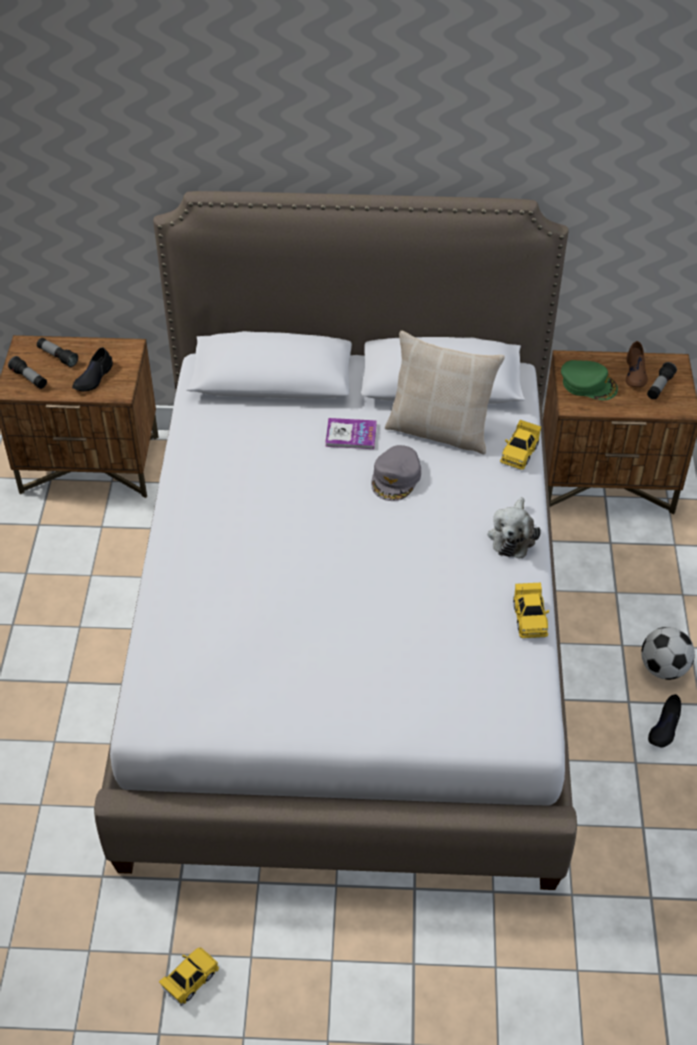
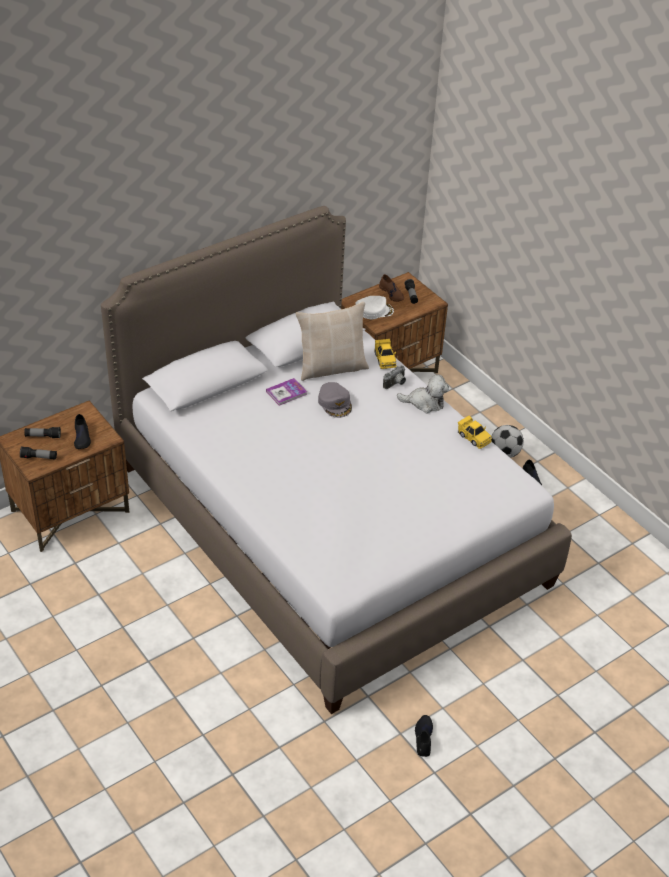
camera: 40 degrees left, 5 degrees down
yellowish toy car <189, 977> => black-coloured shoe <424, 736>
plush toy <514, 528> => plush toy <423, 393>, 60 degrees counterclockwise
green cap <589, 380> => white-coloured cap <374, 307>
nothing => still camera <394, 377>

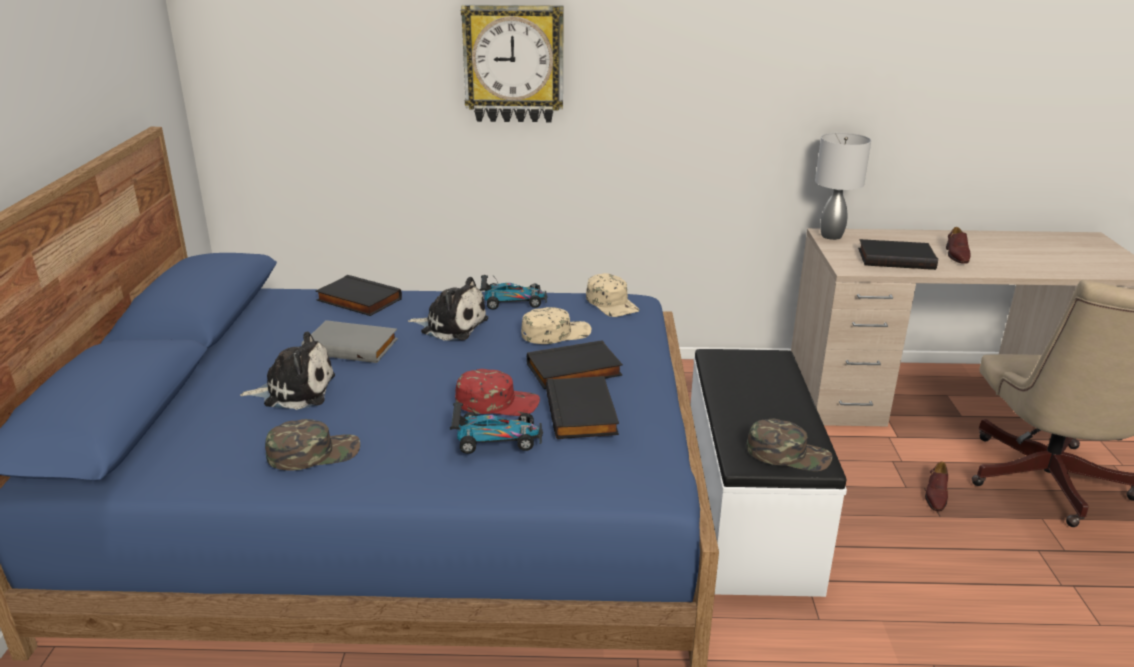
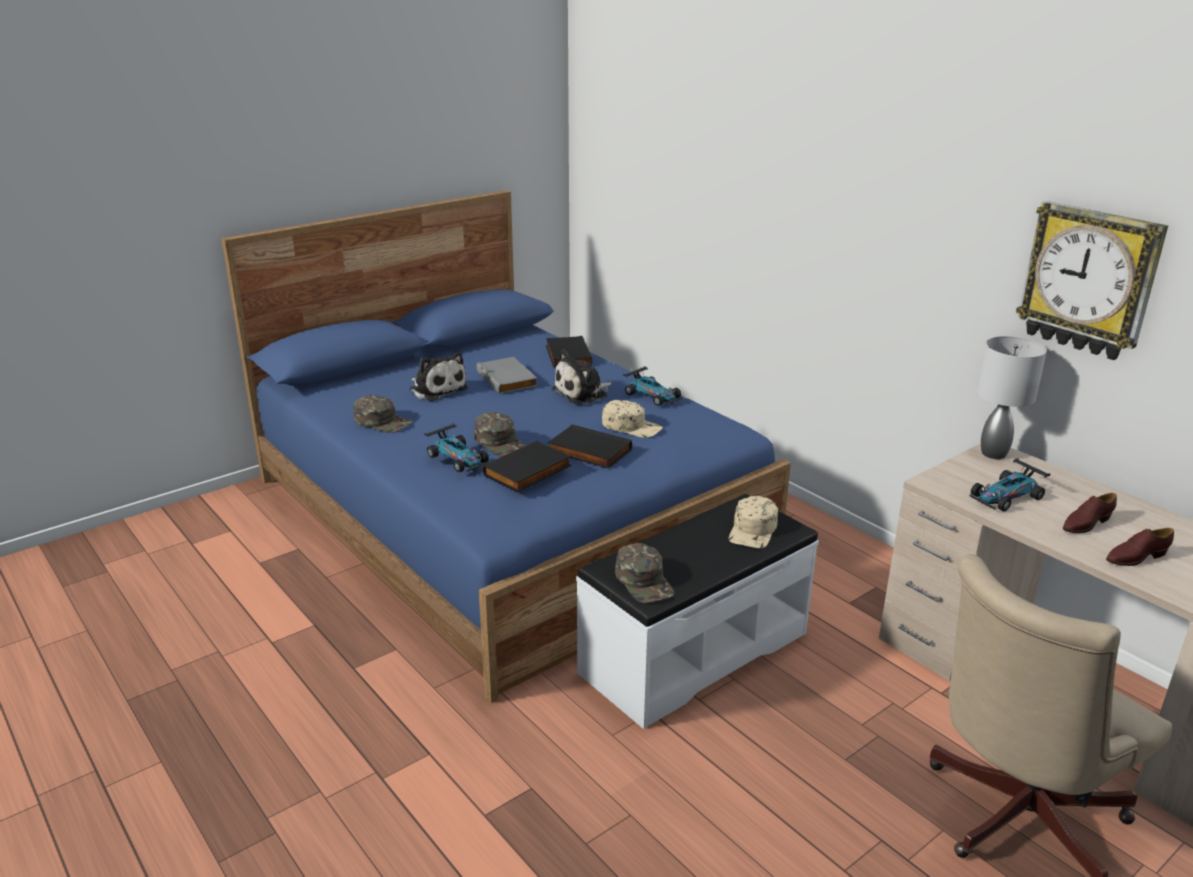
camera: 50 degrees right, 0 degrees up
plush toy <448, 309> => plush toy <581, 377>, 75 degrees clockwise
reddish cap <497, 392> => green cap <500, 434>
hanging clock <512, 63> => hanging clock <1092, 280>, moved
beige-coloured cap <612, 295> => beige-coloured cap <753, 522>, moved
black-coloured volume <898, 254> => toy car <1009, 485>
brownish shoe <936, 486> => brownish shoe <1140, 547>, moved

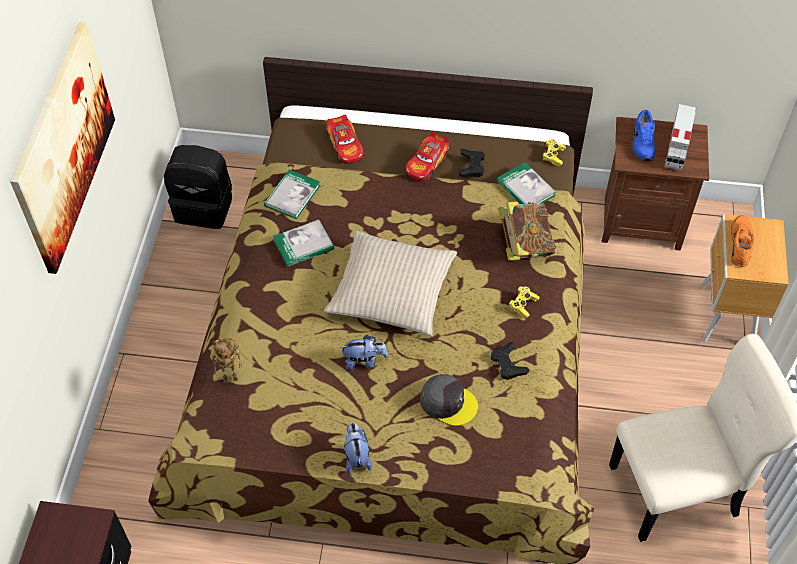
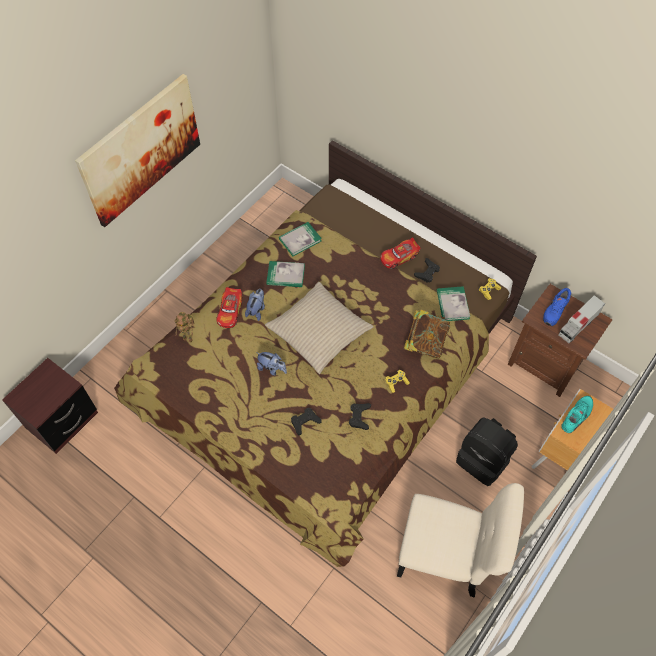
camera: 30 degrees right, 5 degrees up
black-coloured knapsack <198, 187> => black-coloured knapsack <487, 451>, moved
toy car <345, 139> => toy car <229, 307>, moved
plush toy <358, 448> => plush toy <255, 305>, moved
greyish cap <449, 400> => black-coloured game controller <306, 422>
orange shoe <742, 241> => blue-green shoe <577, 414>

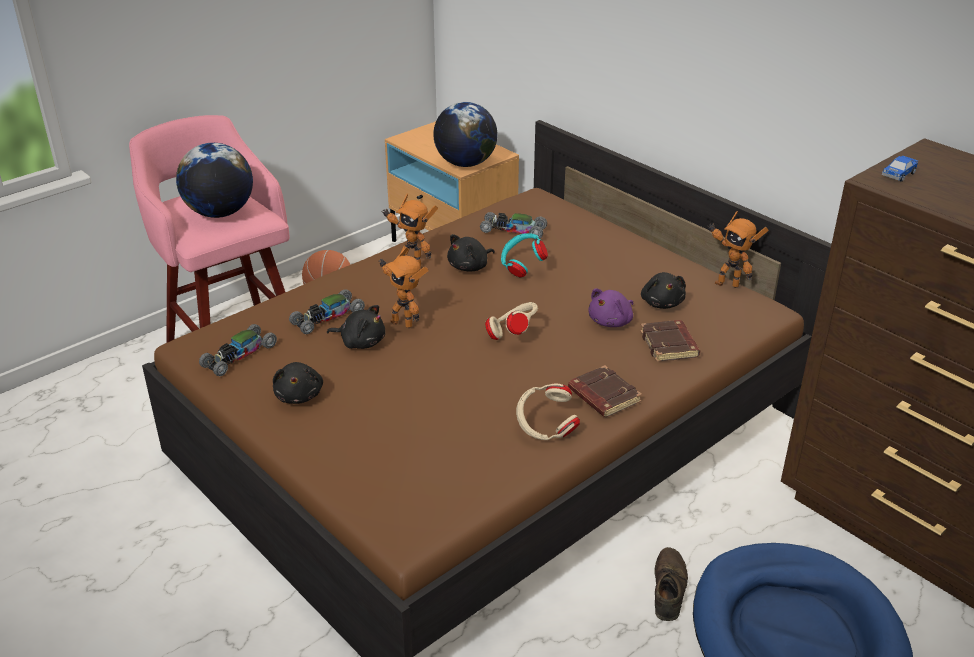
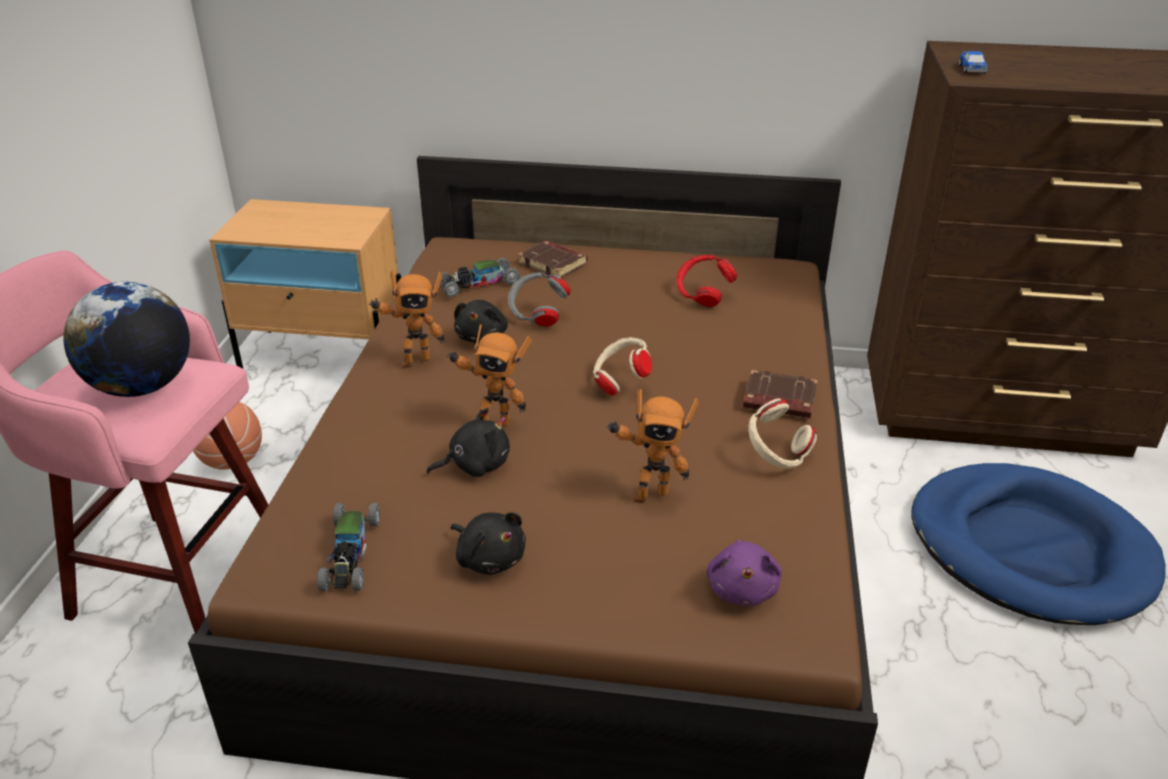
camera: 40 degrees left, 0 degrees up
toy car <327, 311> => nothing
globe <465, 134> => nothing
blue-green headphones <524, 255> => greyish headphones <539, 299>
purplish plush toy <610, 307> => purplish plush toy <744, 573>, moved
brownish volume <670, 341> => brownish volume <552, 258>, moved
black-coloured plush toy <663, 290> => reddish headphones <706, 281>
brownish shoe <671, 584> => nothing
toy robot <737, 249> => toy robot <652, 445>, moved

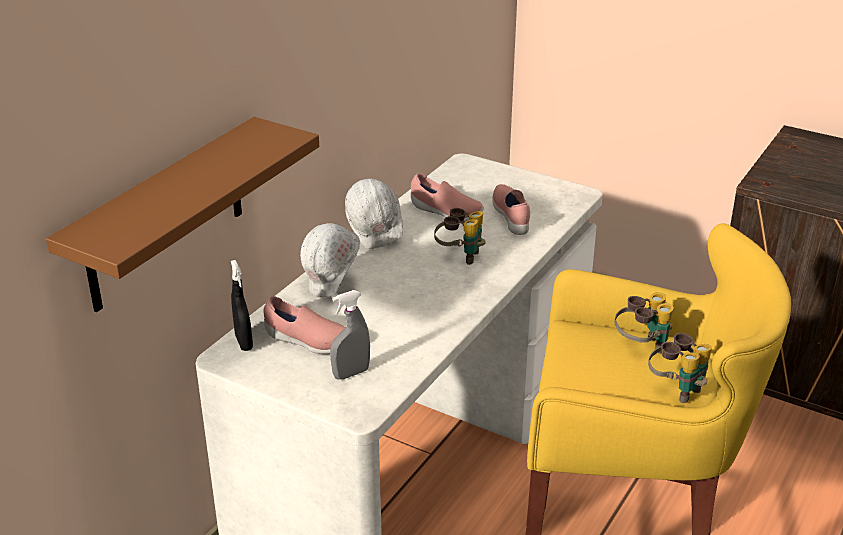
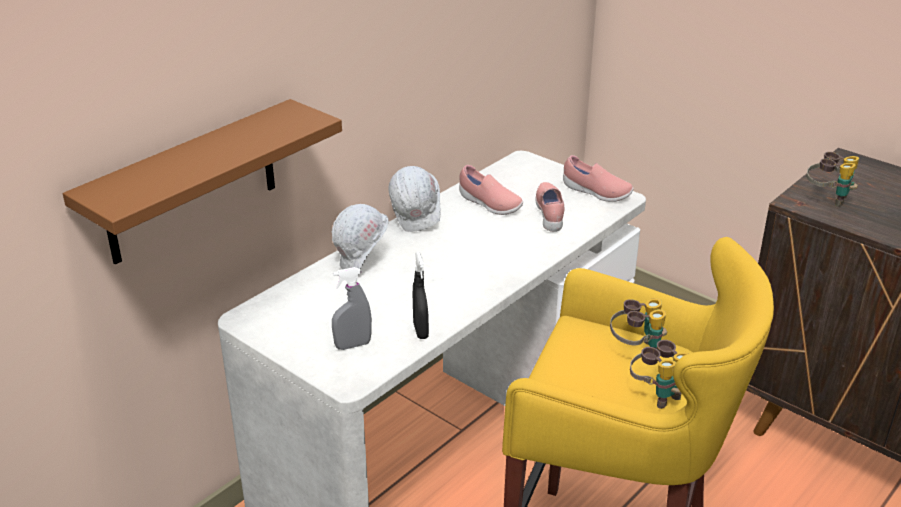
camera: 10 degrees right, 0 degrees up
black-coloured sprayer <242, 305> => black-coloured sprayer <421, 295>, moved
pink shoe <304, 325> => pink shoe <598, 178>, moved
pair of binoculars <460, 236> => pair of binoculars <832, 179>, moved

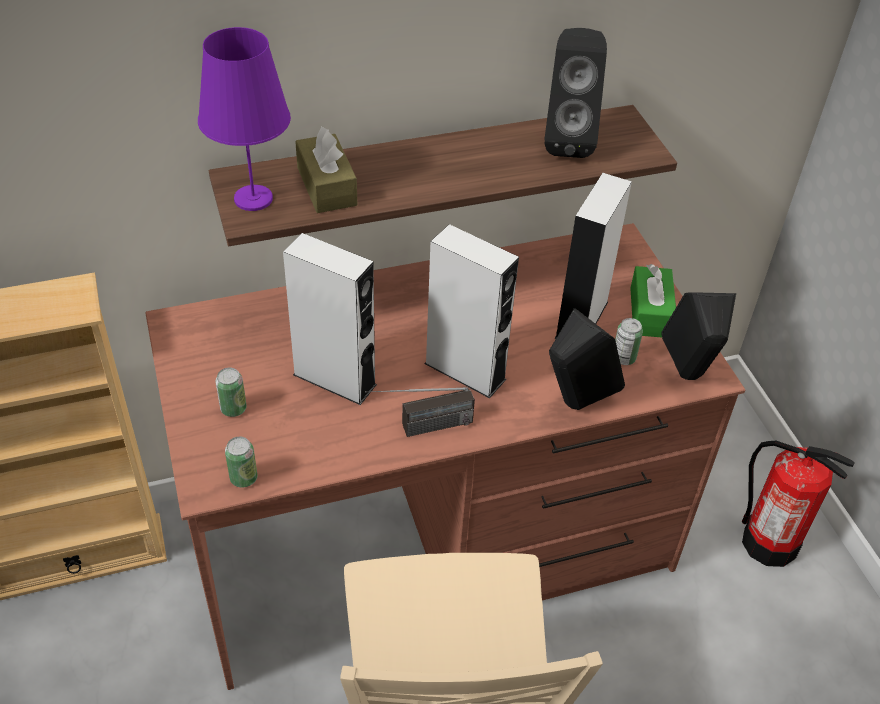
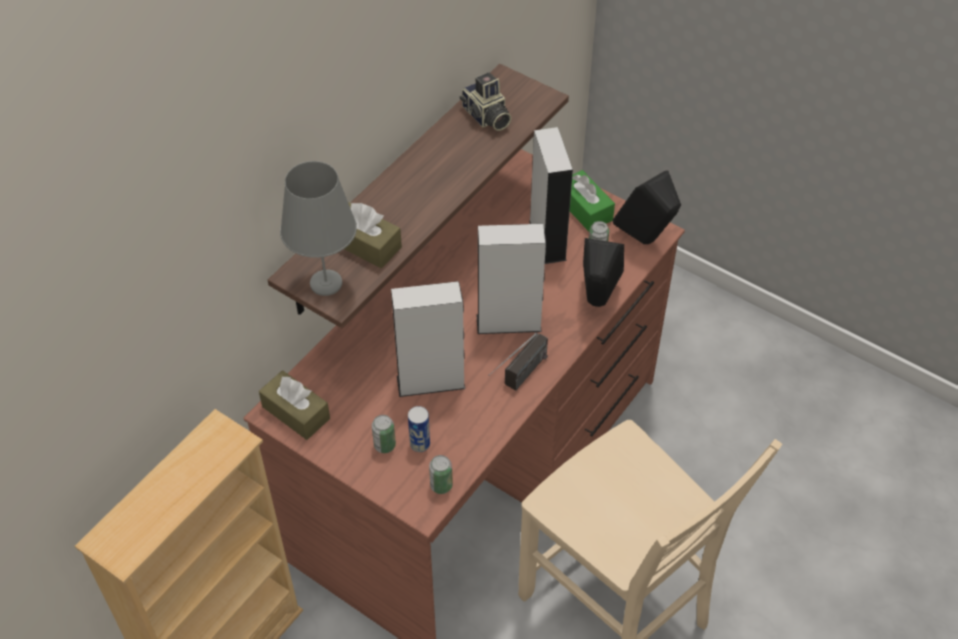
camera: 35 degrees left, 5 degrees up
purplish table lamp <244, 119> => greyish table lamp <318, 228>
black-coloured audio speaker <575, 93> => still camera <486, 101>
extinguisher <798, 504> => nothing
nothing => brownish tissue holder <294, 405>
nothing => metal can <419, 429>

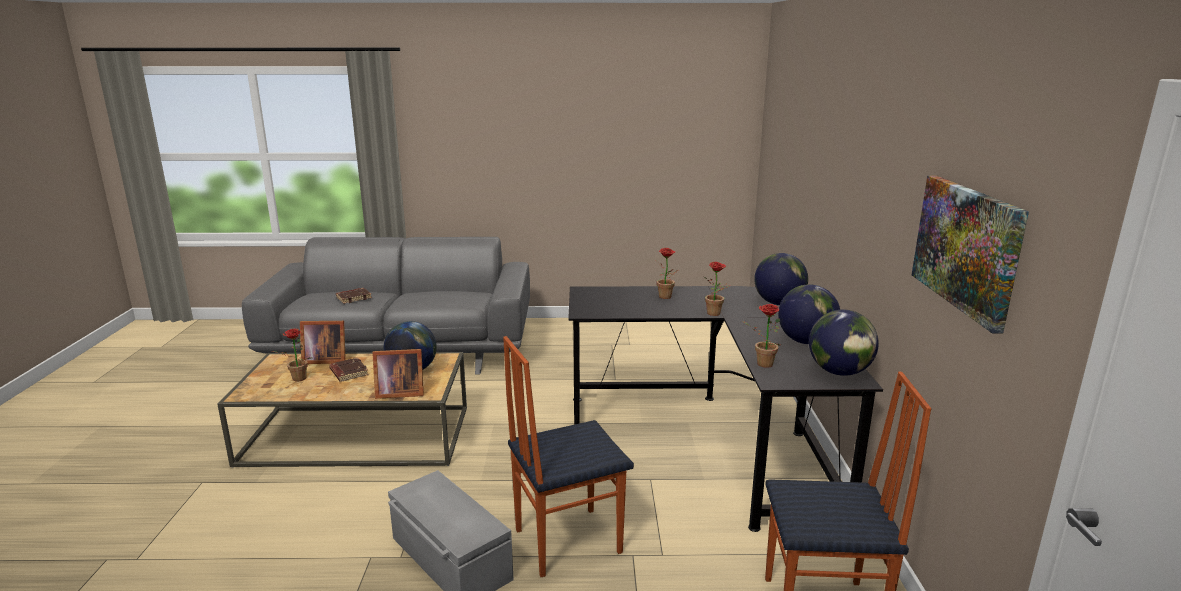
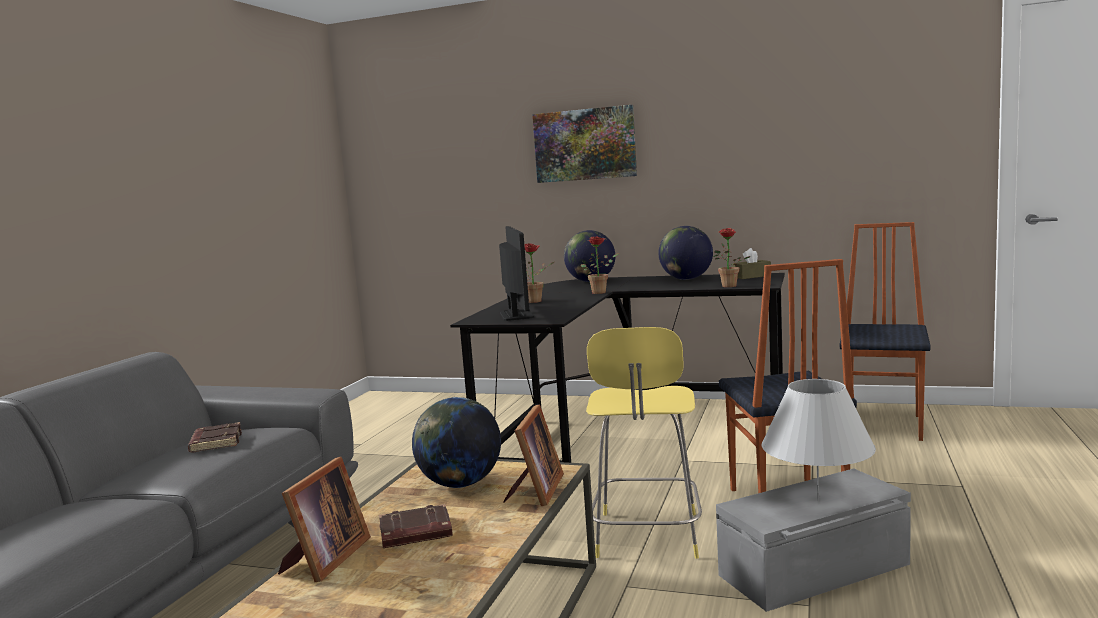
camera: 70 degrees left, 10 degrees down
houseplant <292, 355> => nothing
brownish volume <354, 296> => brownish volume <215, 437>, moved
globe <844, 343> => brownish tissue holder <752, 263>
wall picture <970, 254> => wall picture <584, 144>, moved
nothing => monitor <516, 273>
nothing => yellowish sitting stool <644, 443>
nothing => white-coloured table lamp <819, 440>

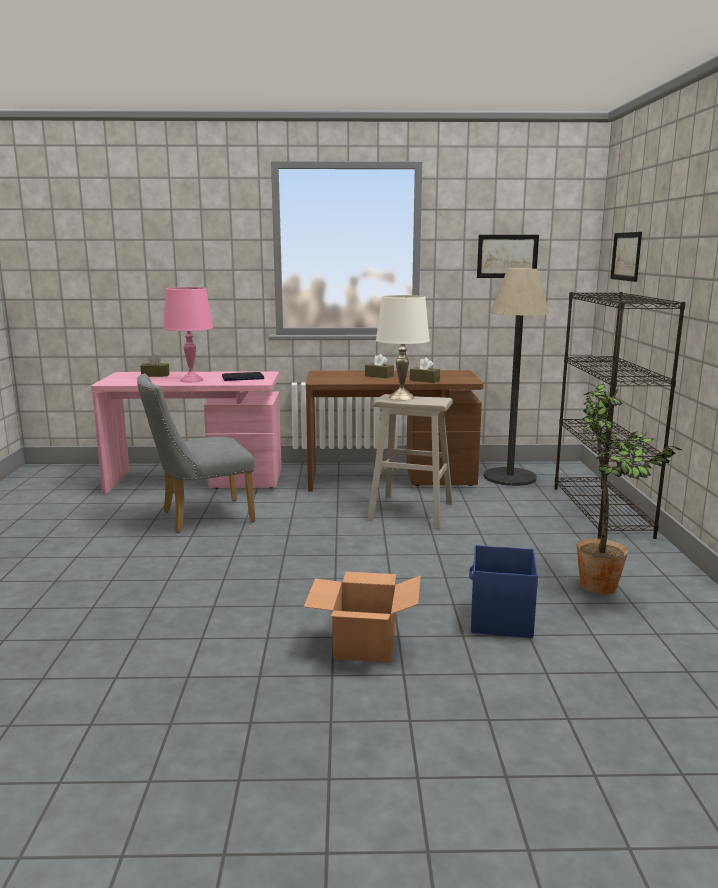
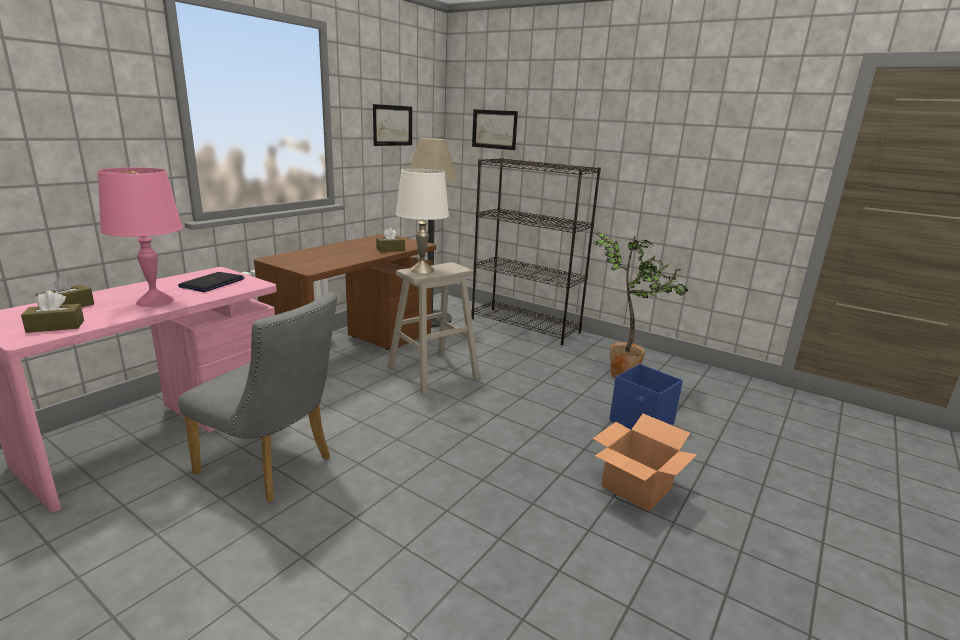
camera: 55 degrees left, 5 degrees up
greyish plain chair <196, 453> => greyish plain chair <258, 397>, 75 degrees counterclockwise
brownish tissue holder <379, 366> => brownish tissue holder <52, 312>, moved

